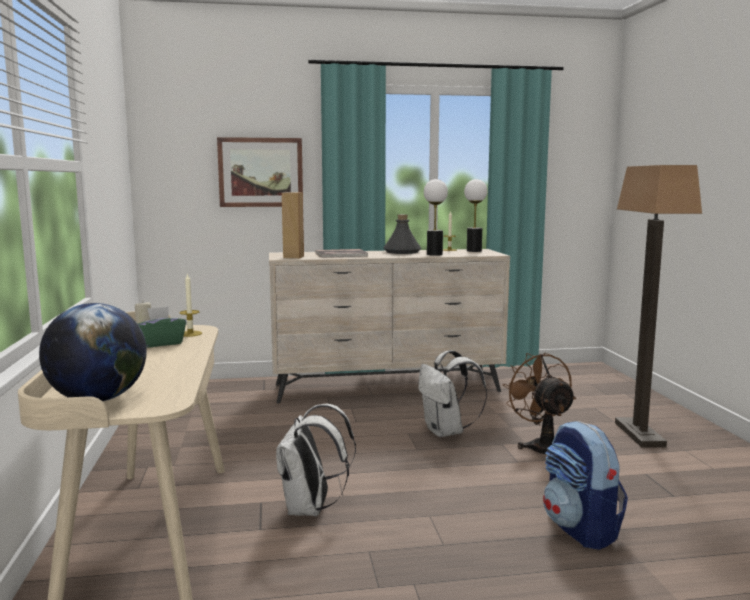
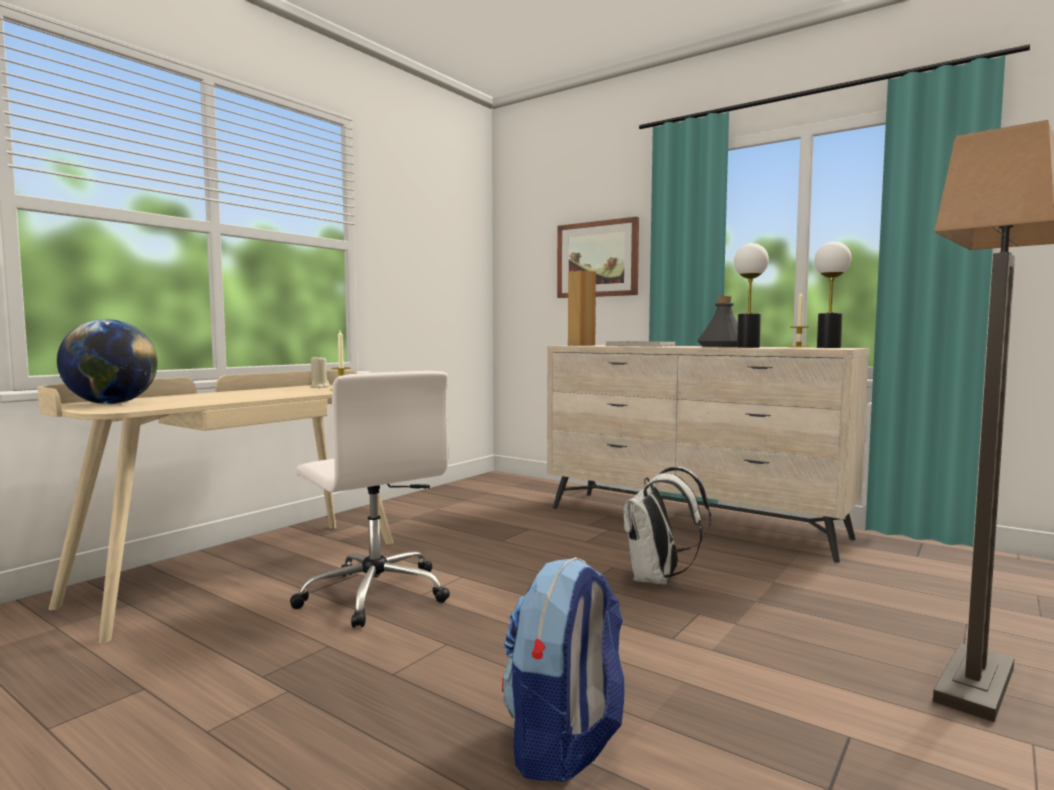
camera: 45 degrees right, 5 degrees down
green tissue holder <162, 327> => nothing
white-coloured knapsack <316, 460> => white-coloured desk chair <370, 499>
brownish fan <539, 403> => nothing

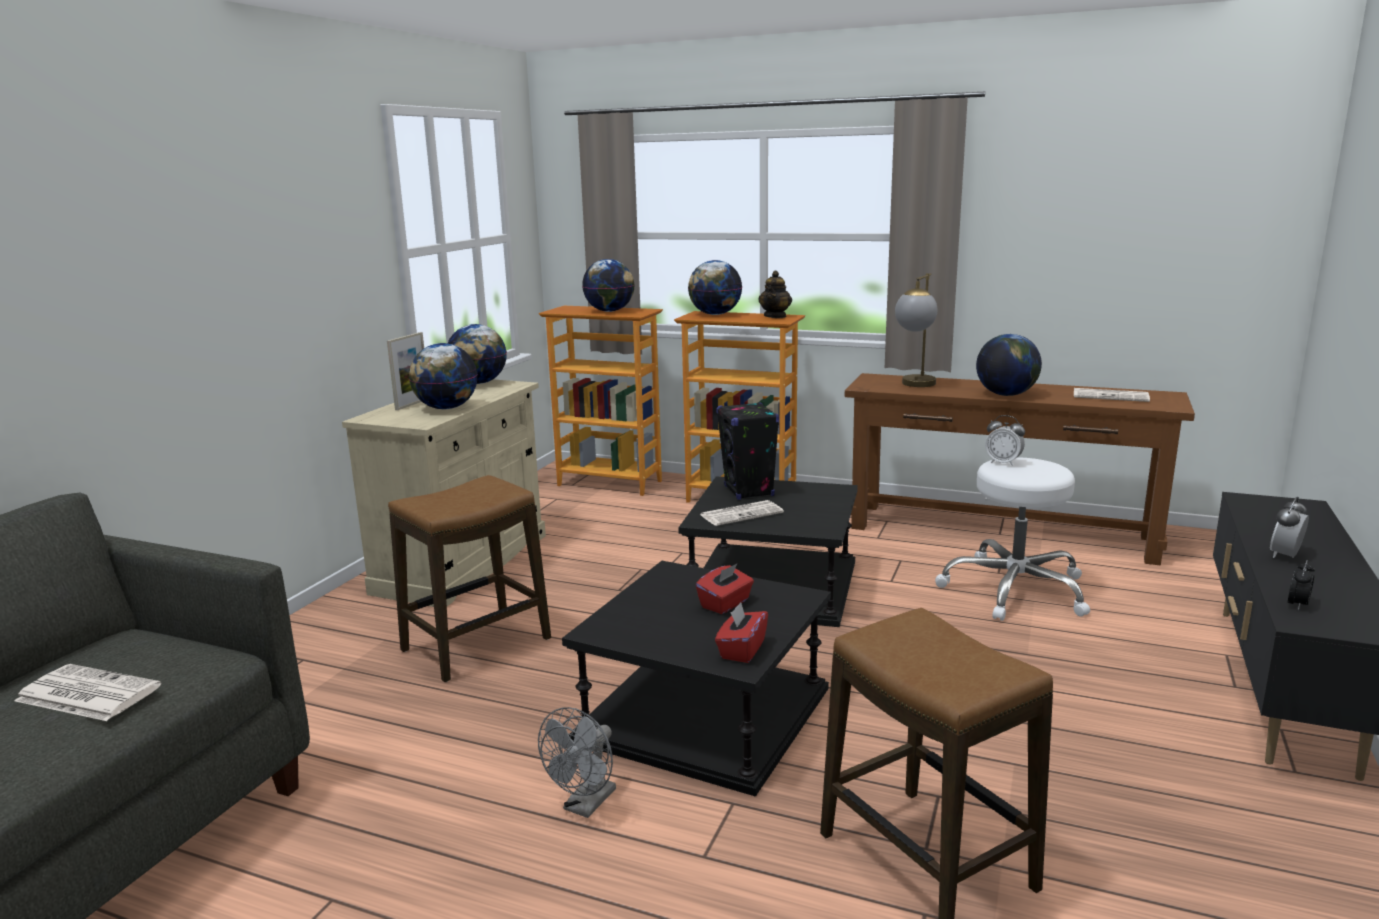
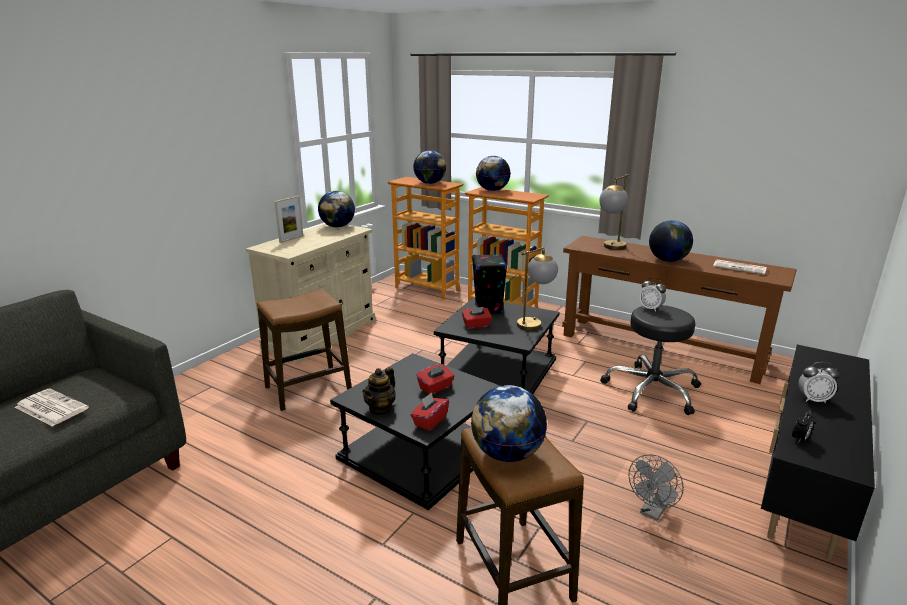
camera: 10 degrees right, 5 degrees up
globe <443, 376> => globe <509, 423>, moved
greyish fan <577, 762> => greyish fan <656, 487>, moved
newspaper <742, 513> => reddish tissue holder <477, 318>
pot for tea <775, 294> => pot for tea <379, 391>, moved
white-coloured sitting stool <1012, 539> => black-coloured sitting stool <650, 360>
bedside clock <1289, 527> => bedside clock <818, 382>, 135 degrees counterclockwise
nothing => table lamp <537, 289>

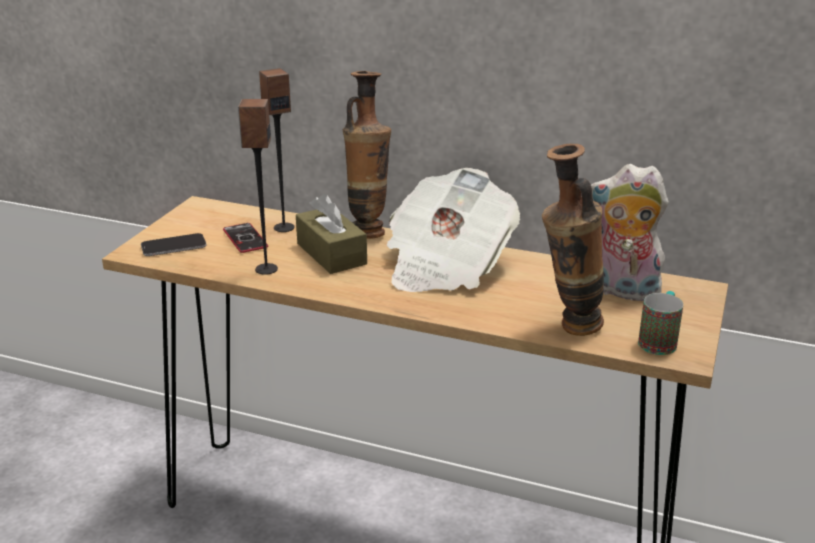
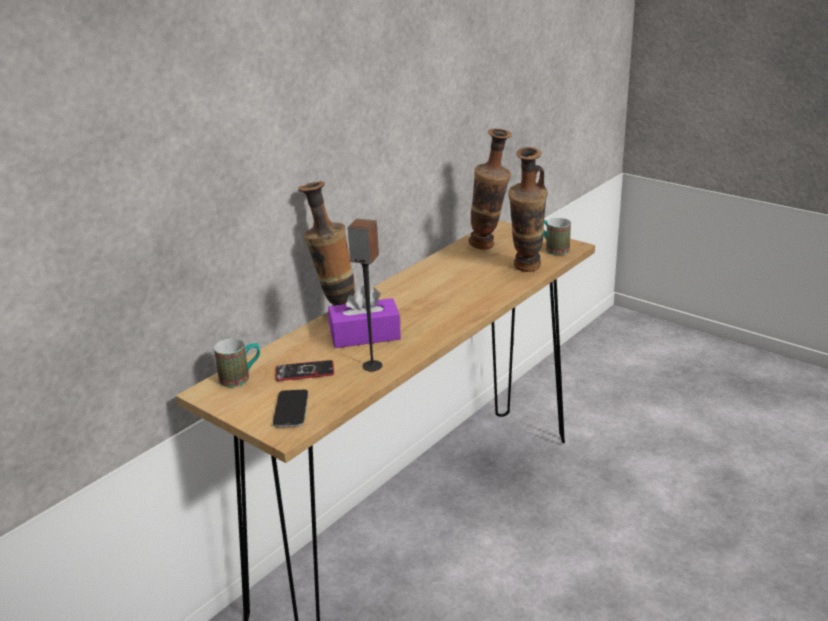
camera: 70 degrees left, 0 degrees up
audio speaker <277, 150> => nothing
brownish tissue holder <331, 234> => purplish tissue holder <364, 317>
newspaper <453, 230> => nothing
plush toy <630, 232> => vase <490, 189>
nothing => coffee mug <237, 362>

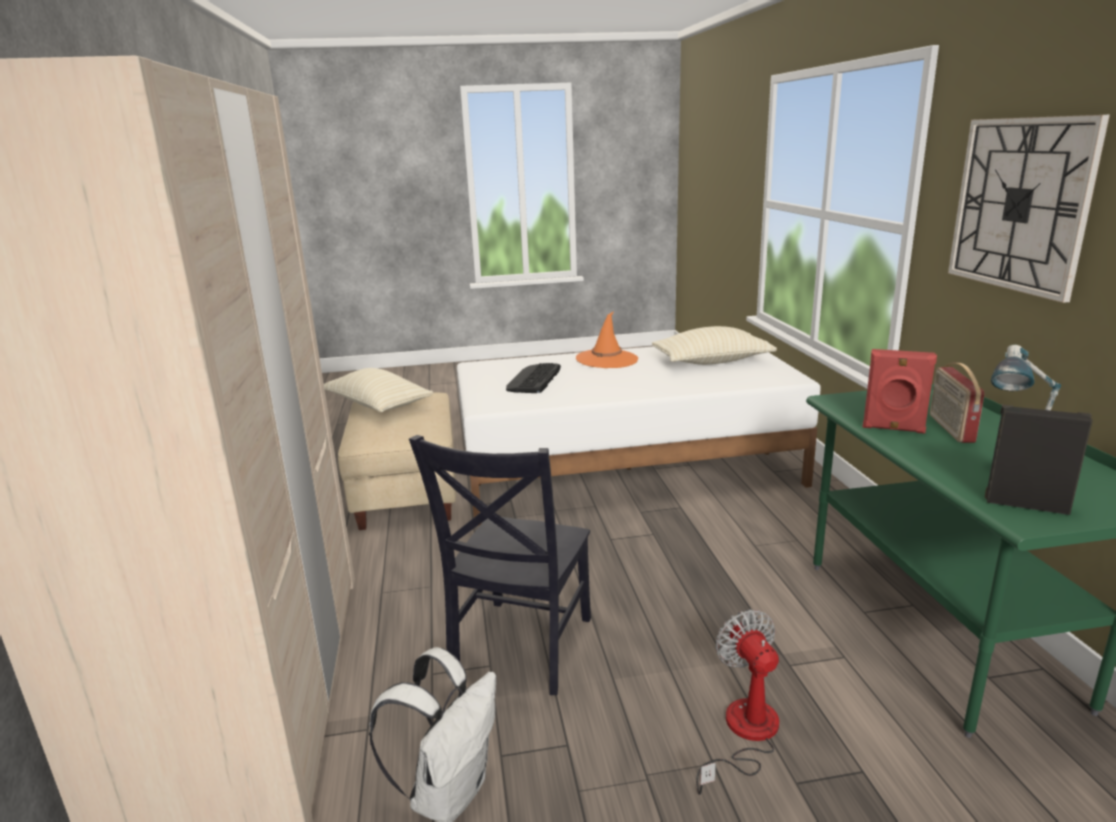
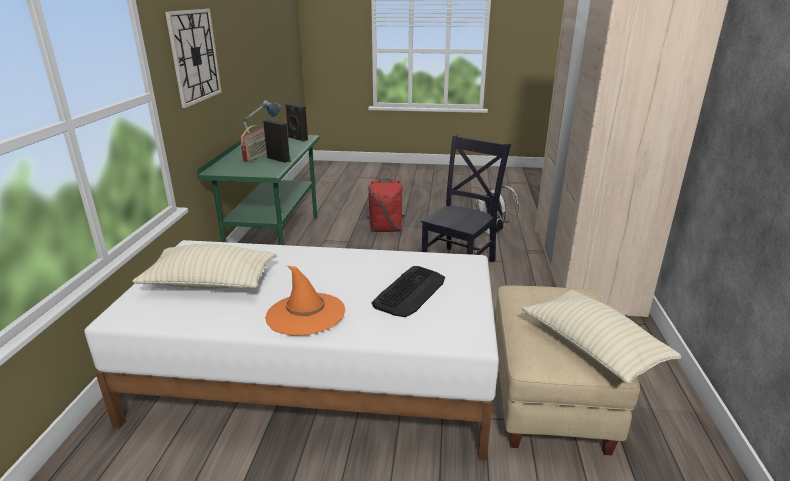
camera: 165 degrees left, 5 degrees up
fan <737, 702> => reddish knapsack <386, 205>
reddish audio speaker <900, 391> => black-coloured audio speaker <276, 141>

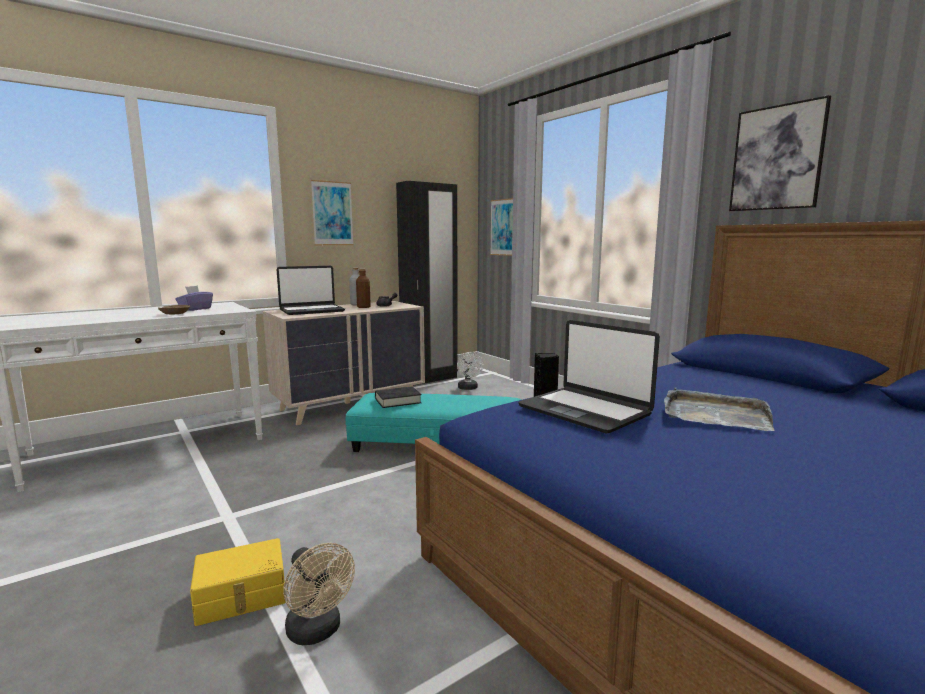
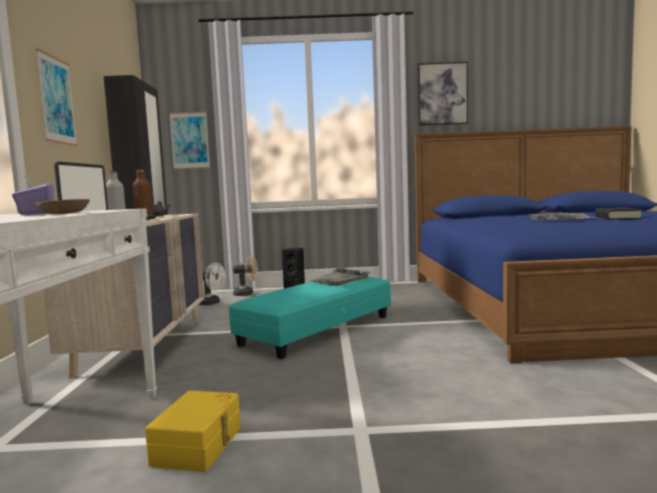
camera: 55 degrees left, 5 degrees down
yellowish storage bin <238, 582> => yellowish storage bin <193, 431>, moved
beige-coloured fan <319, 594> => beige-coloured fan <245, 276>, moved
black-coloured volume <398, 397> => black-coloured volume <618, 214>, moved
notebook computer <589, 377> => nothing
nothing => greyish tray <338, 277>

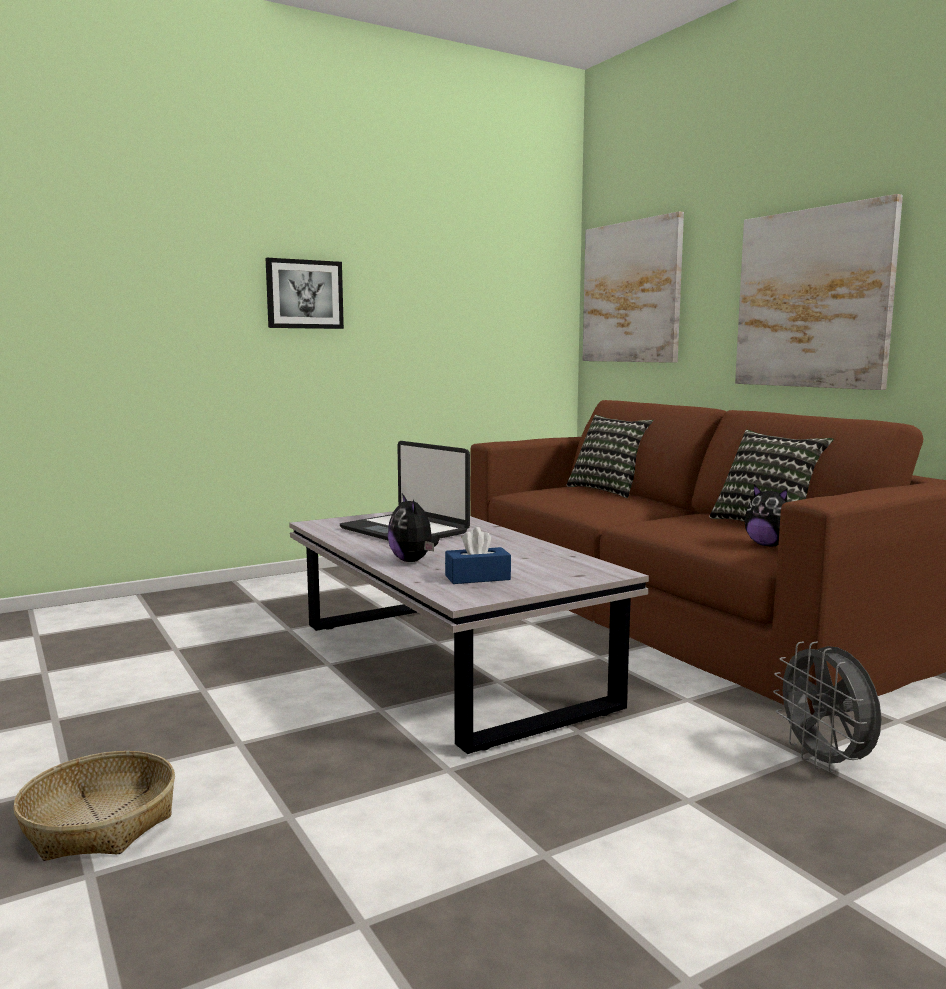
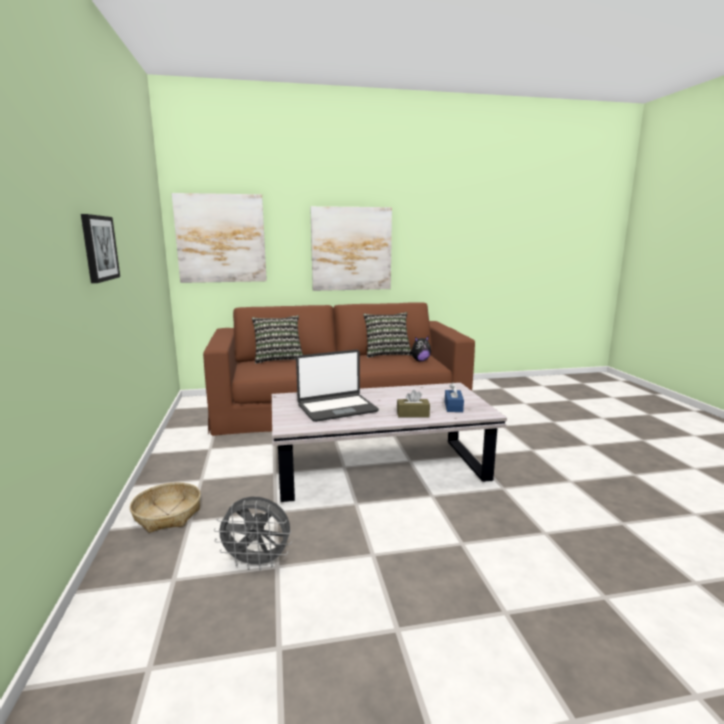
camera: 70 degrees left, 5 degrees up
storage basket <94, 806> => storage basket <165, 507>, moved
plush toy <414, 528> => brownish tissue holder <413, 404>
greyish fan <827, 707> => greyish fan <253, 534>, moved

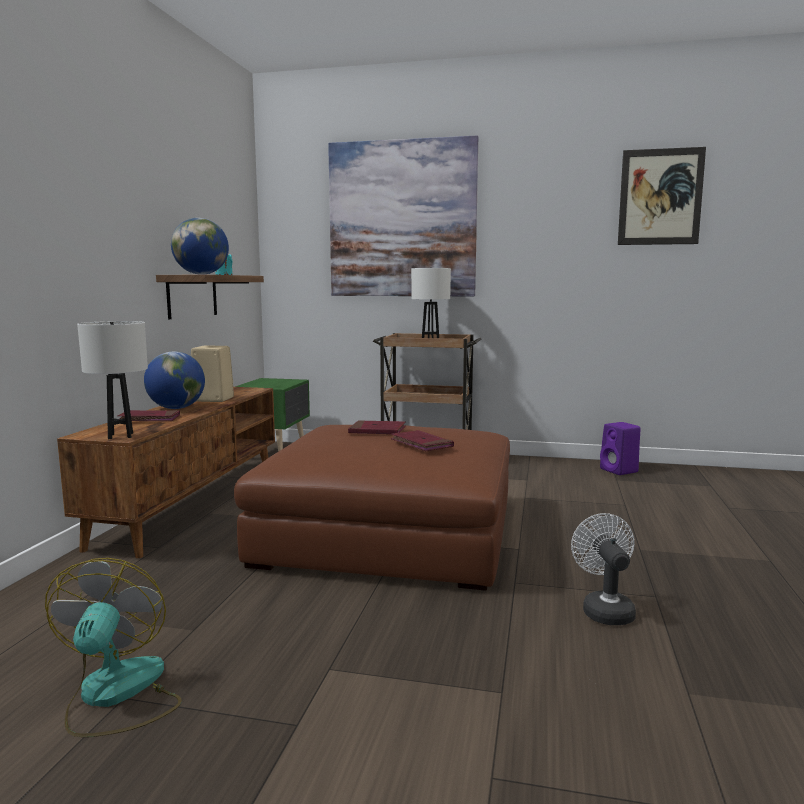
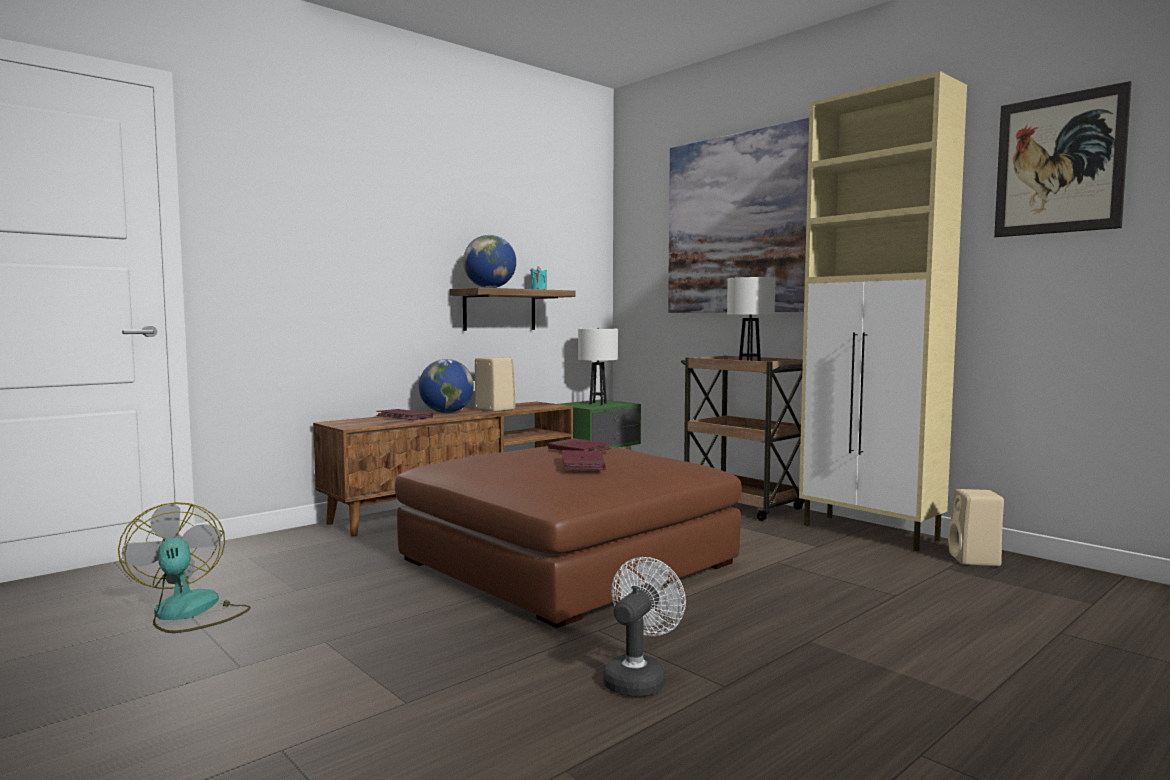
camera: 35 degrees right, 5 degrees down
fan <113, 647> => fan <184, 567>, 60 degrees counterclockwise
white-coloured table lamp <112, 380> => white-coloured table lamp <598, 366>, moved
purplish audio speaker <620, 448> => beige-coloured audio speaker <976, 527>
nothing => beige-coloured storage cabinet <883, 311>

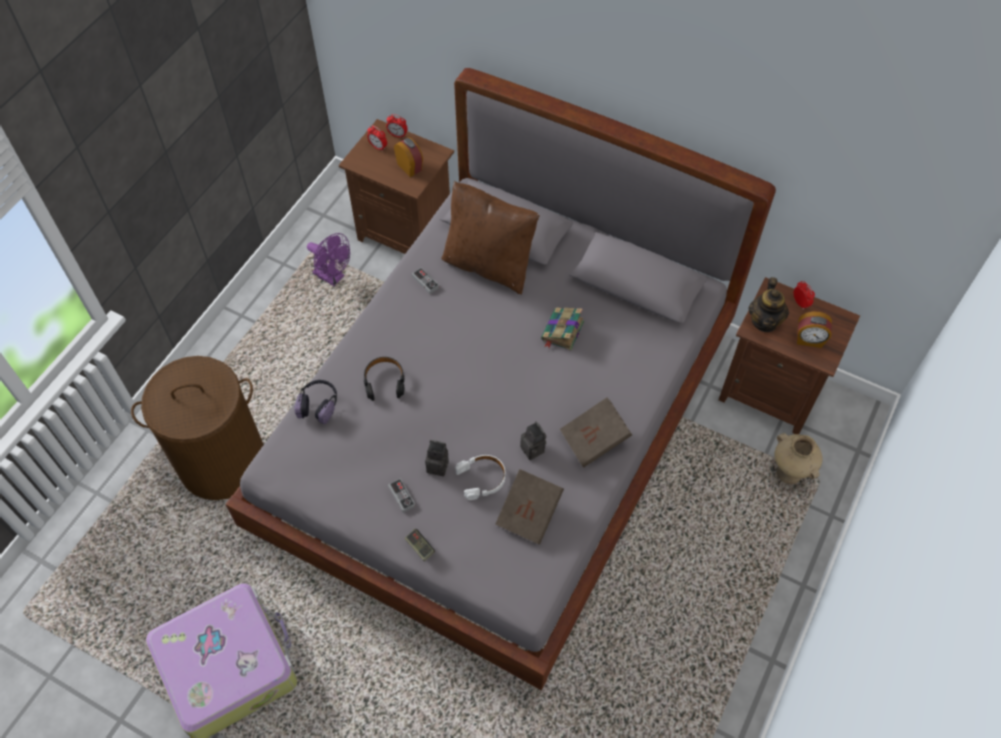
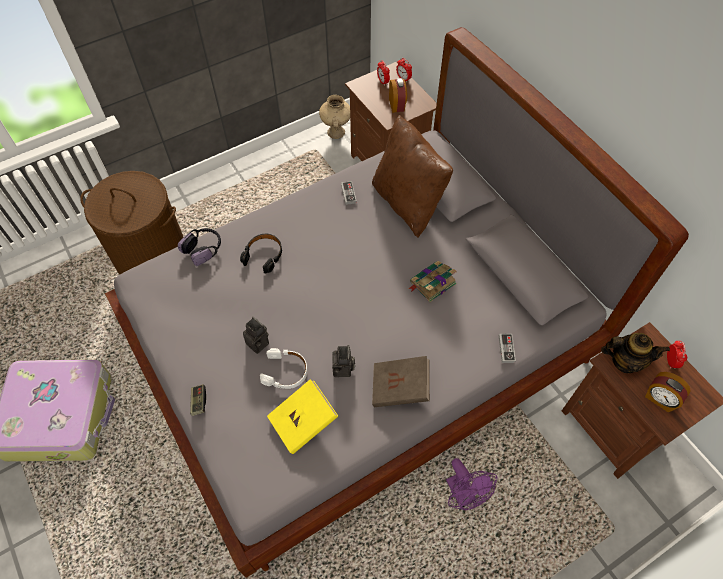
camera: 30 degrees right, 0 degrees up
purplish fan <328, 259> => purplish fan <471, 484>, moved
game controller <402, 495> => game controller <507, 348>, moved
brownish volume <529, 507> => yellowish volume <302, 416>
pot for tea <768, 304> => pot for tea <635, 353>, 120 degrees counterclockwise
beige-coloured vase <798, 458> => beige-coloured vase <334, 117>, moved

